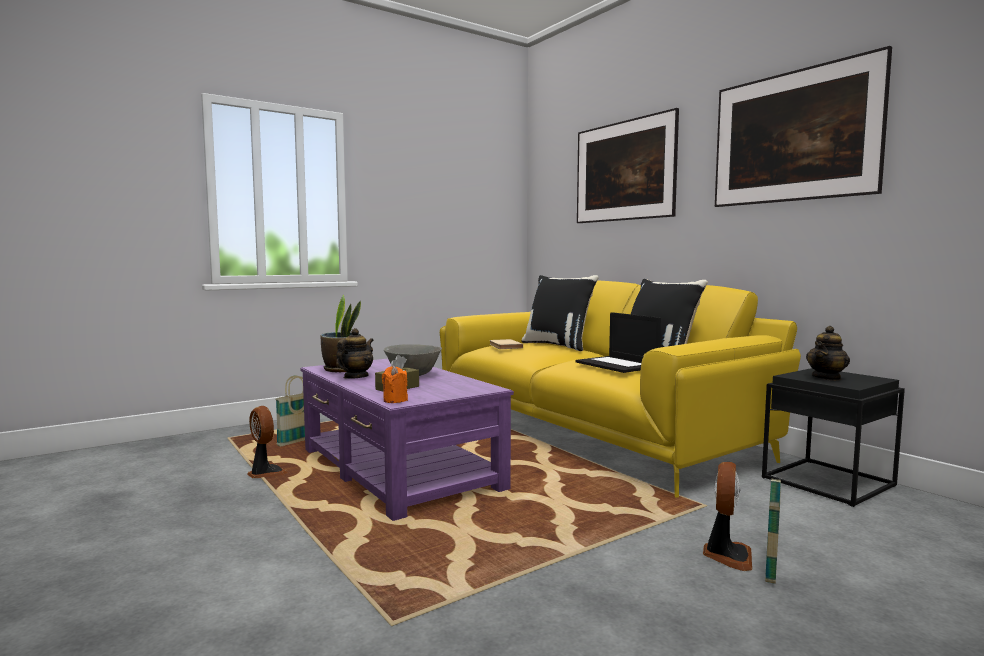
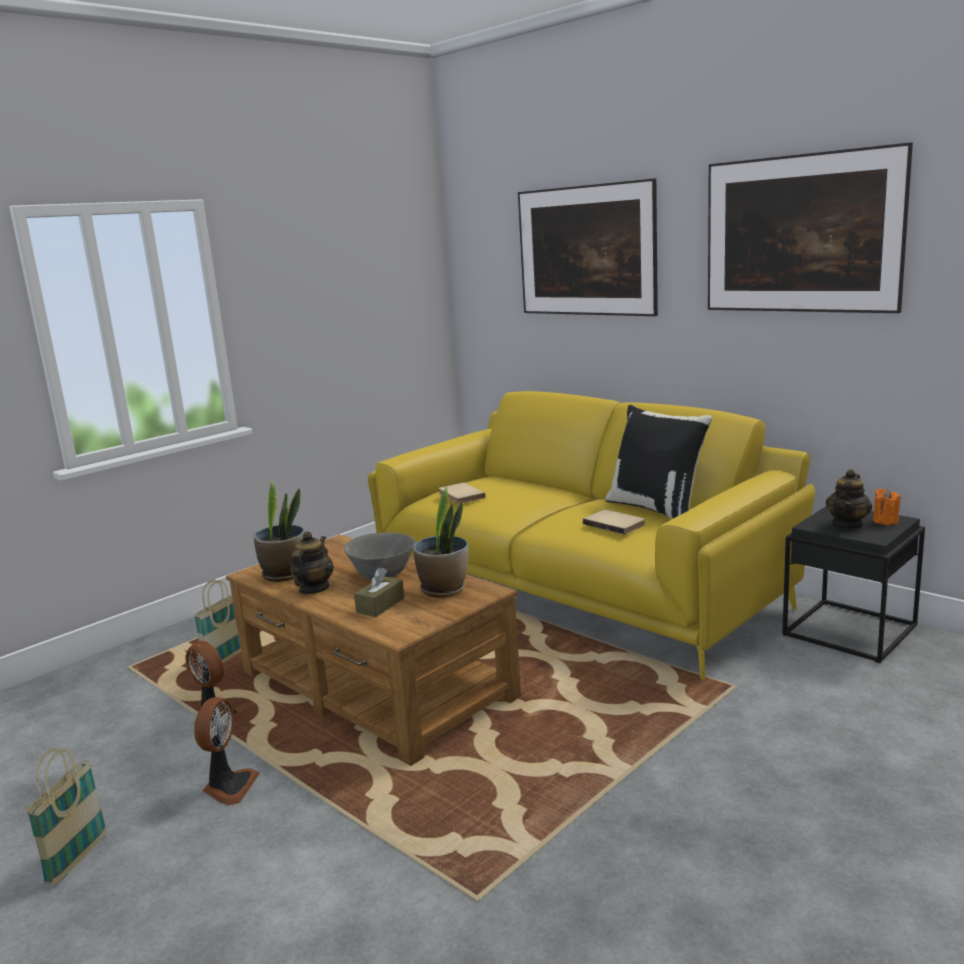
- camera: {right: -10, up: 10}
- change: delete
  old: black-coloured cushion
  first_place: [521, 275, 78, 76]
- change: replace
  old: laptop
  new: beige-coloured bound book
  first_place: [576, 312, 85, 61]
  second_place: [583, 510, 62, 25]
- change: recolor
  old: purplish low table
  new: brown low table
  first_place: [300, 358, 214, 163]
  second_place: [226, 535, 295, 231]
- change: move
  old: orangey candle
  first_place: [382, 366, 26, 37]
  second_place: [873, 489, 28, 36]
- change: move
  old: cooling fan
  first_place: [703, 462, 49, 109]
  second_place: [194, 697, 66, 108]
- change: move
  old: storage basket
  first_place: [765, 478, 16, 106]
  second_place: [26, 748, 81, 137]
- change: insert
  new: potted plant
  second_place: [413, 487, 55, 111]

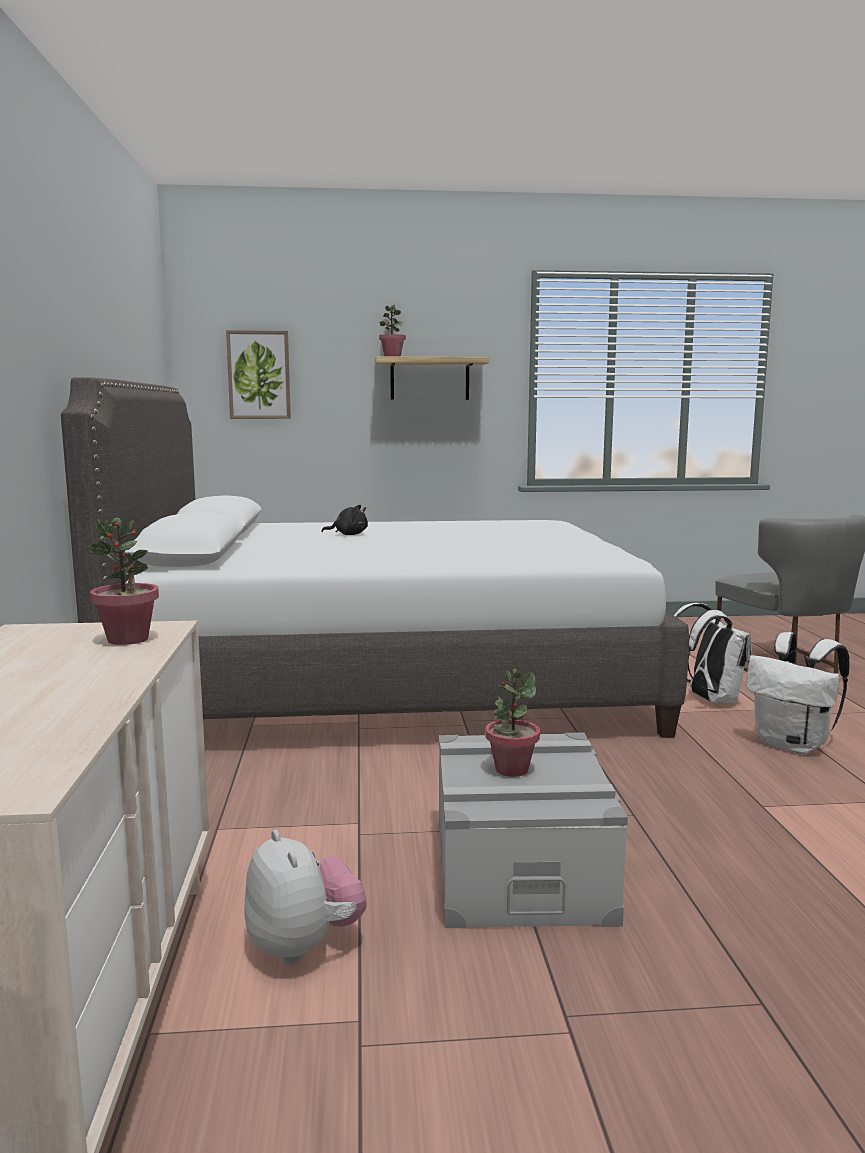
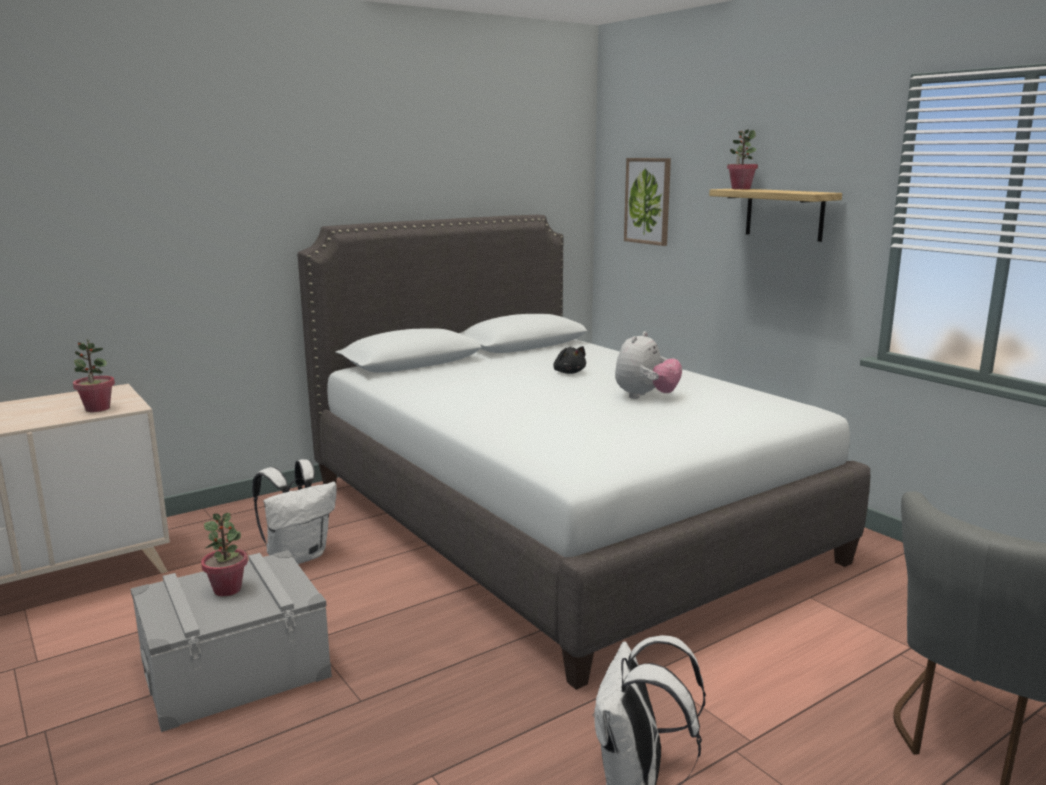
- camera: {right: 60, up: 5}
- change: move
  old: white-coloured rucksack
  first_place: [674, 603, 78, 101]
  second_place: [252, 459, 85, 105]
- change: move
  old: cuddly toy
  first_place: [244, 830, 123, 135]
  second_place: [615, 331, 67, 68]

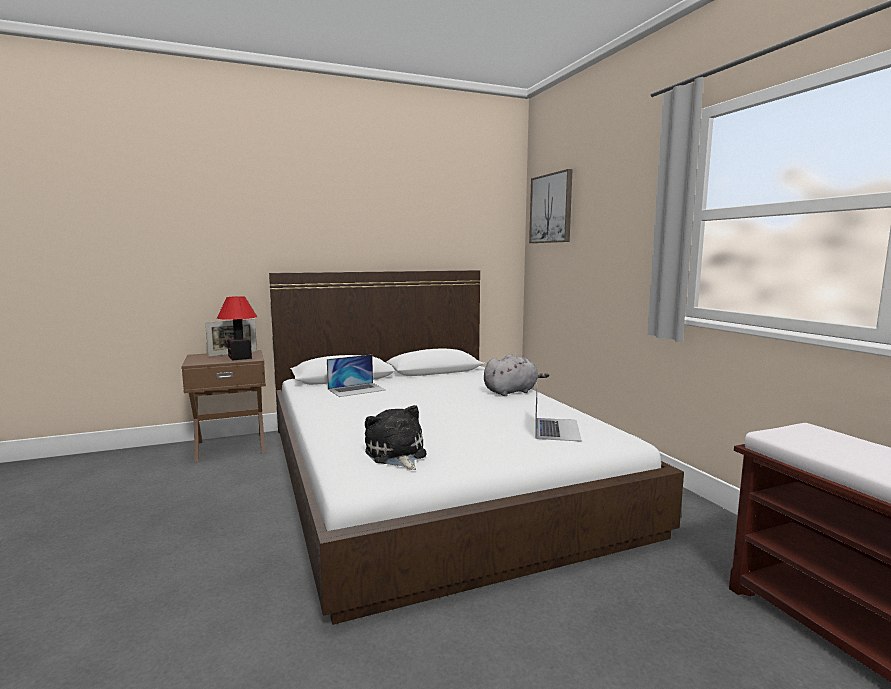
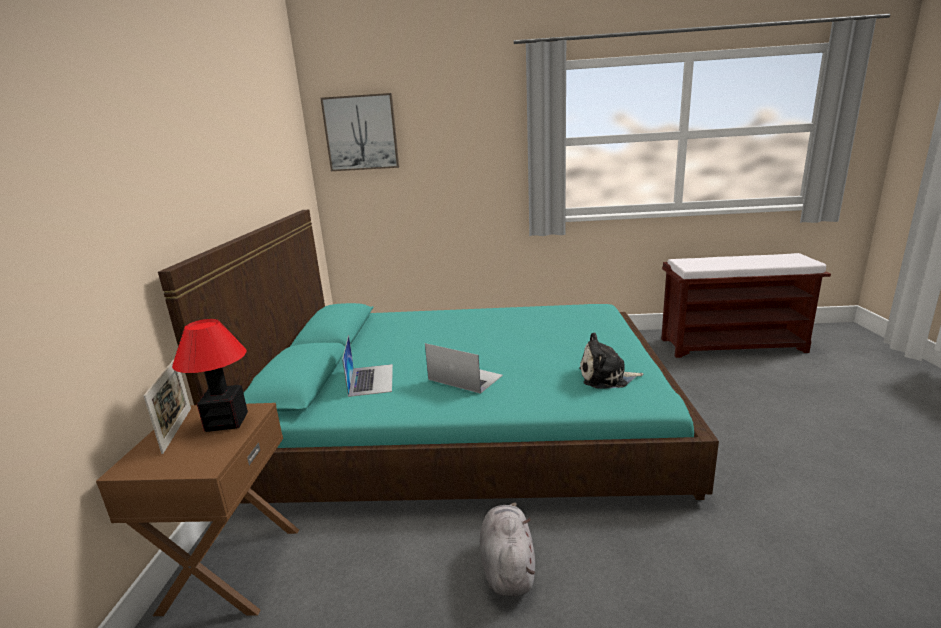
- camera: {right: -65, up: 10}
- change: recolor
  old: white-coloured bedroom bed
  new: turquoise bedroom bed
  first_place: [269, 270, 415, 355]
  second_place: [158, 210, 561, 294]
- change: move
  old: grey cuddly toy
  first_place: [484, 354, 65, 42]
  second_place: [480, 502, 55, 95]
- change: move
  old: laptop
  first_place: [535, 385, 47, 57]
  second_place: [425, 343, 78, 51]

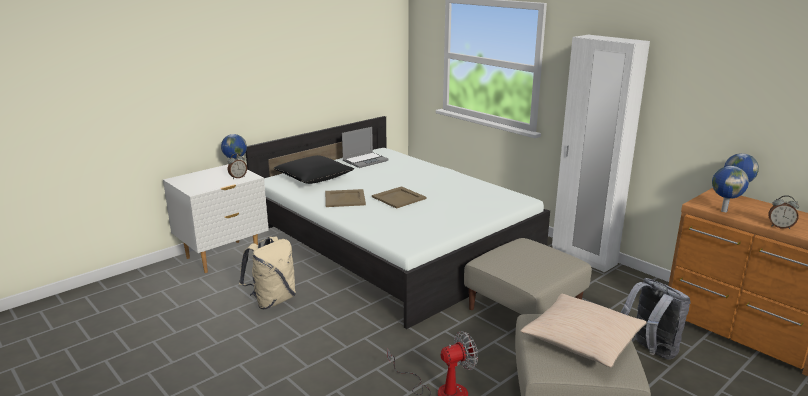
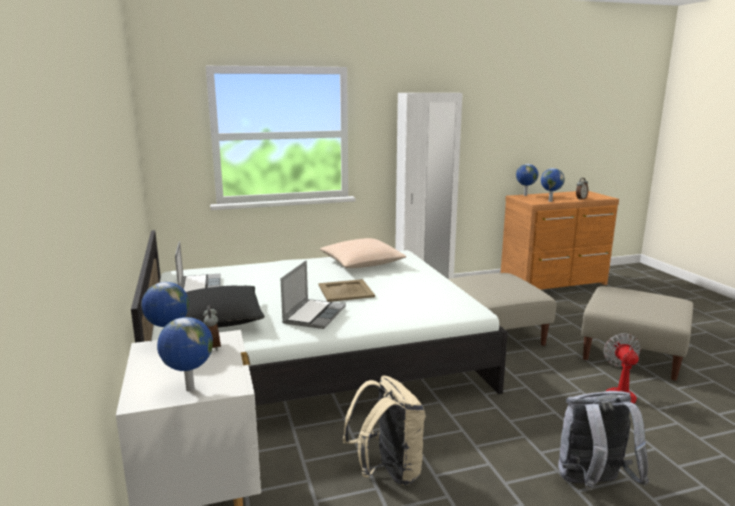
- camera: {right: -65, up: -5}
- change: replace
  old: beige-coloured carrying tray
  new: laptop
  first_place: [325, 189, 41, 18]
  second_place: [280, 260, 66, 69]
- change: move
  old: grey rucksack
  first_place: [621, 278, 70, 81]
  second_place: [558, 391, 91, 99]
- change: move
  old: beige-coloured cushion
  first_place: [520, 294, 127, 73]
  second_place: [320, 238, 87, 30]
- change: insert
  new: desk globe
  second_place: [157, 317, 56, 75]

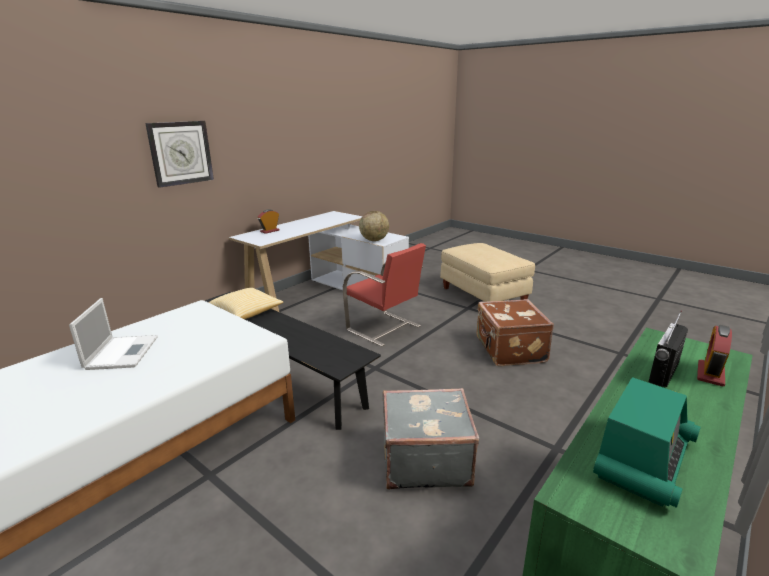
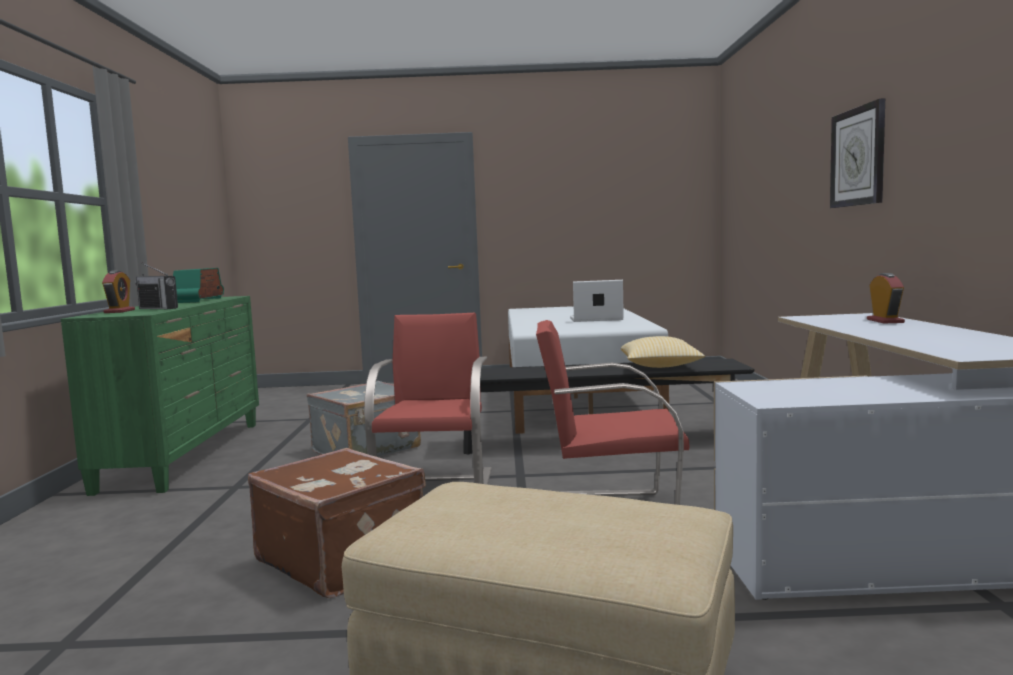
- camera: {right: 140, up: -15}
- change: delete
  old: desk globe
  first_place: [359, 211, 30, 30]
- change: rotate
  old: laptop
  first_place: [69, 298, 89, 72]
  second_place: [570, 280, 54, 42]
  degrees: 135
- change: rotate
  old: radio set
  first_place: [649, 310, 39, 77]
  second_place: [135, 263, 43, 46]
  degrees: 120
- change: insert
  new: red plain chair
  second_place: [364, 313, 128, 172]

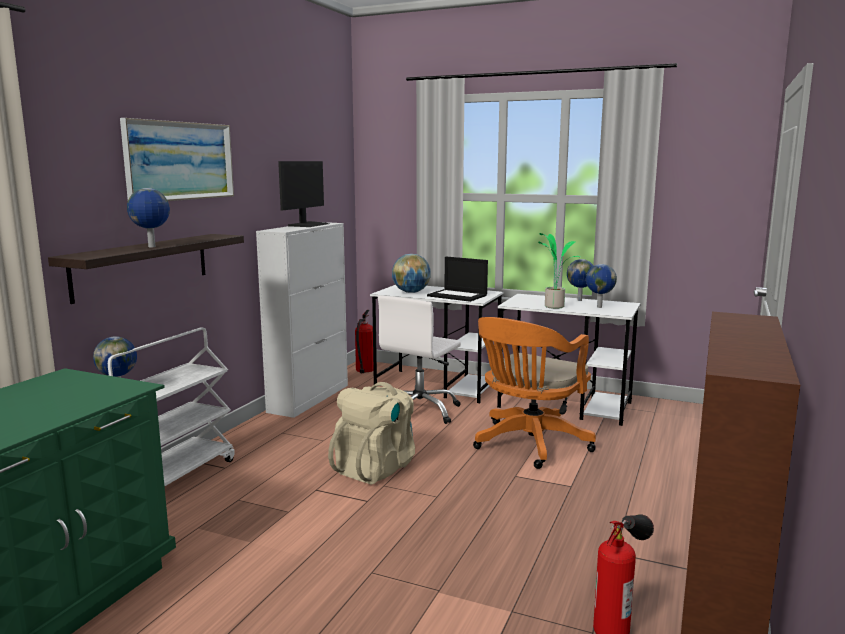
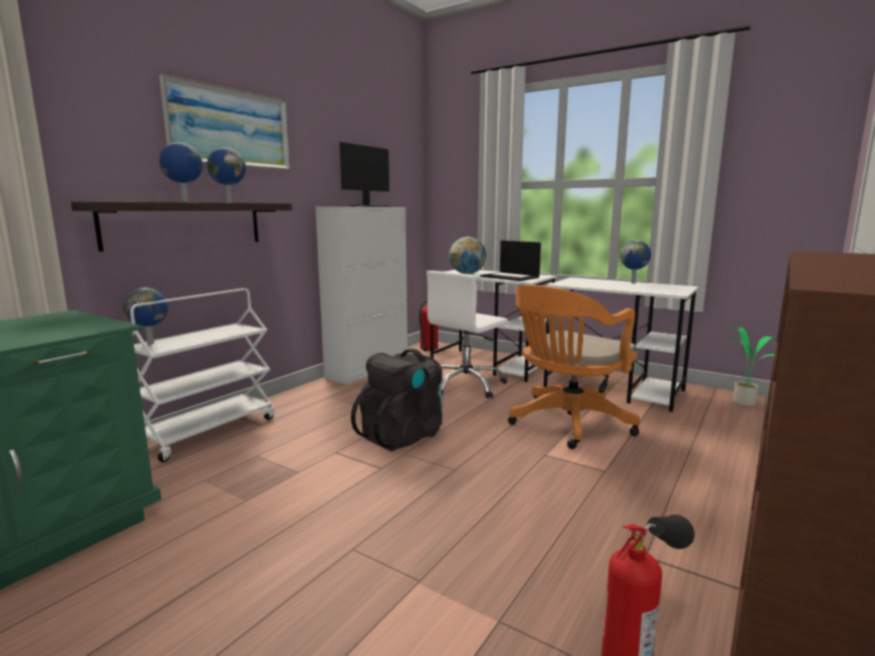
- camera: {right: 10, up: 0}
- change: move
  old: potted plant
  first_place: [538, 233, 42, 76]
  second_place: [730, 327, 45, 79]
- change: move
  old: desk globe
  first_place: [586, 264, 31, 44]
  second_place: [207, 147, 39, 56]
- change: recolor
  old: beige-coloured rucksack
  new: black-coloured rucksack
  first_place: [328, 382, 87, 102]
  second_place: [351, 348, 92, 103]

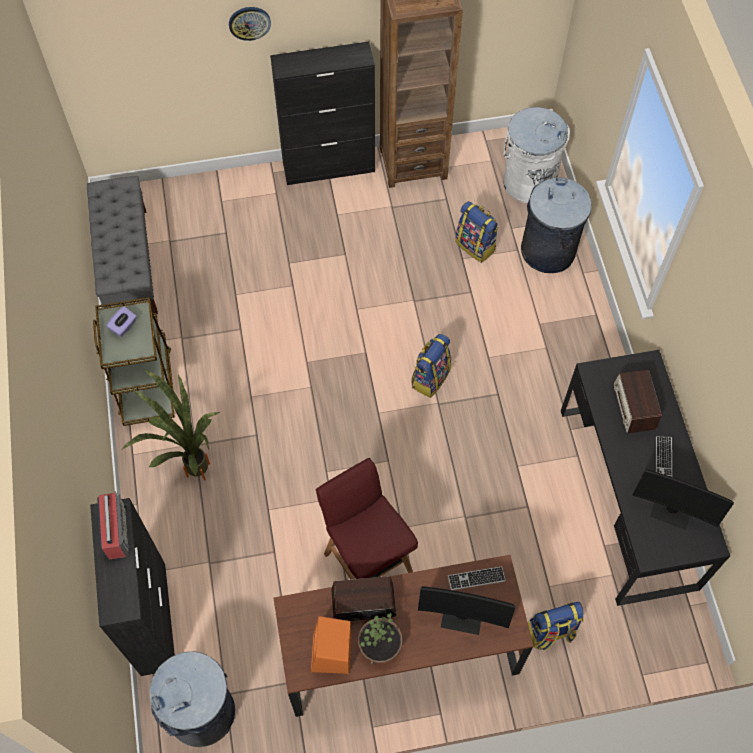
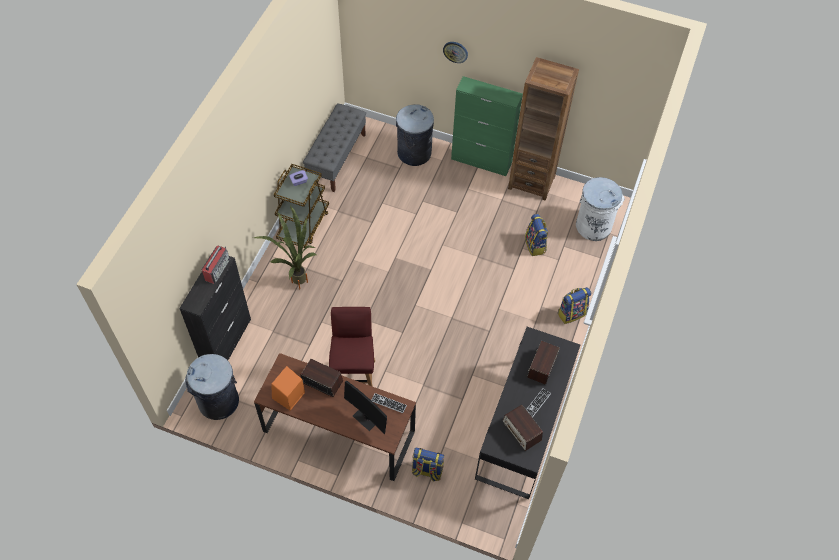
- camera: {right: 30, up: -5}
- change: recolor
  old: black-coloured cupboard
  new: green-coloured cupboard
  first_place: [270, 42, 105, 143]
  second_place: [451, 76, 72, 100]
- change: move
  old: grey rubbish bin
  first_place: [521, 177, 71, 96]
  second_place: [396, 104, 38, 62]
- change: move
  old: rucksack
  first_place: [411, 334, 40, 64]
  second_place: [558, 287, 33, 37]
- change: replace
  old: computer display
  new: radio set
  first_place: [632, 469, 102, 61]
  second_place: [503, 405, 40, 46]
- change: delete
  old: potted plant
  first_place: [358, 613, 44, 52]

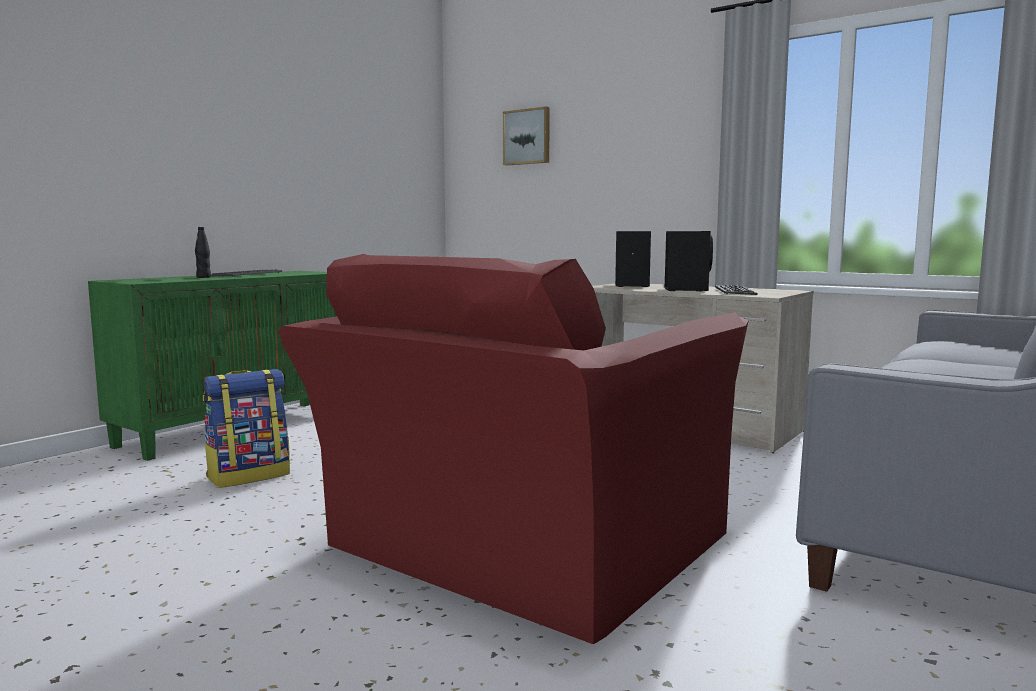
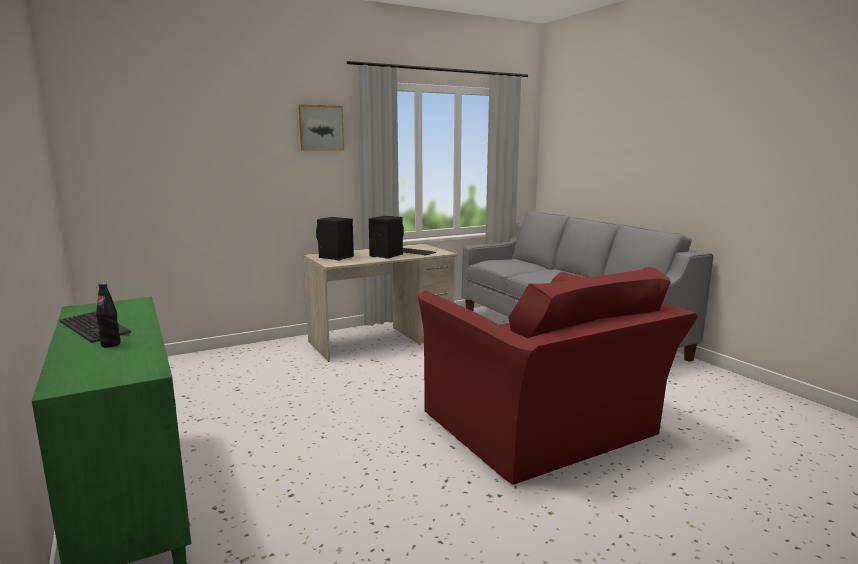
- camera: {right: -65, up: 5}
- change: move
  old: wall picture
  first_place: [503, 106, 47, 59]
  second_place: [299, 104, 45, 47]
- change: delete
  old: rucksack
  first_place: [203, 369, 87, 119]

